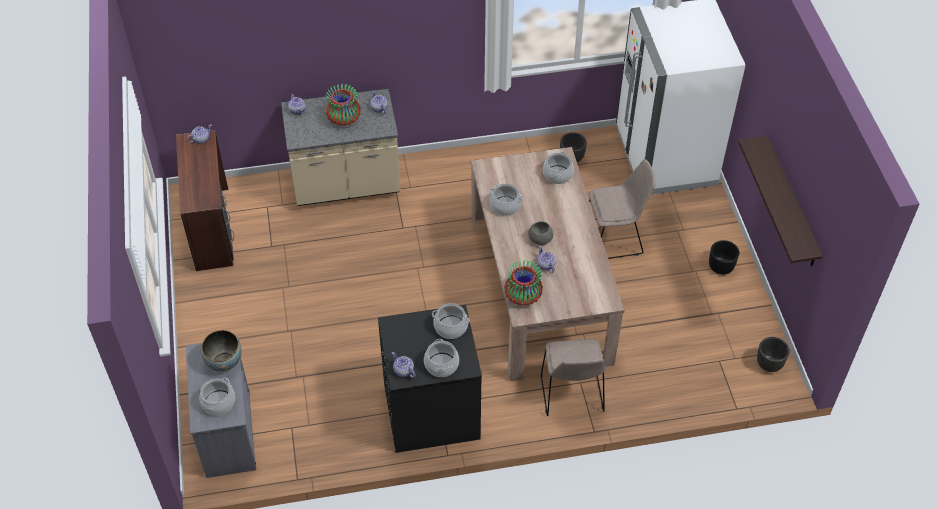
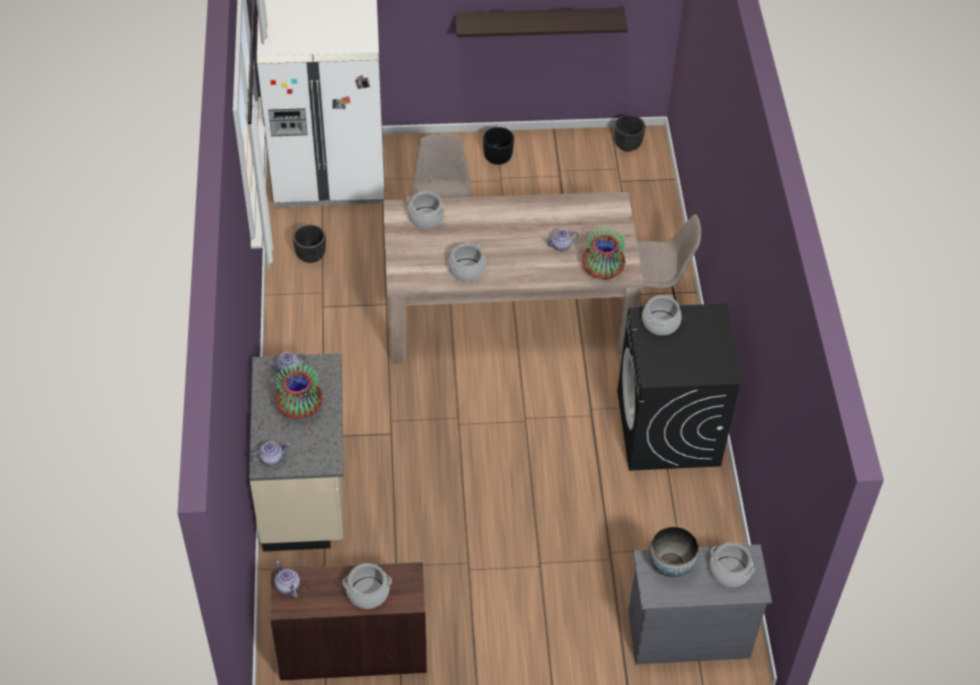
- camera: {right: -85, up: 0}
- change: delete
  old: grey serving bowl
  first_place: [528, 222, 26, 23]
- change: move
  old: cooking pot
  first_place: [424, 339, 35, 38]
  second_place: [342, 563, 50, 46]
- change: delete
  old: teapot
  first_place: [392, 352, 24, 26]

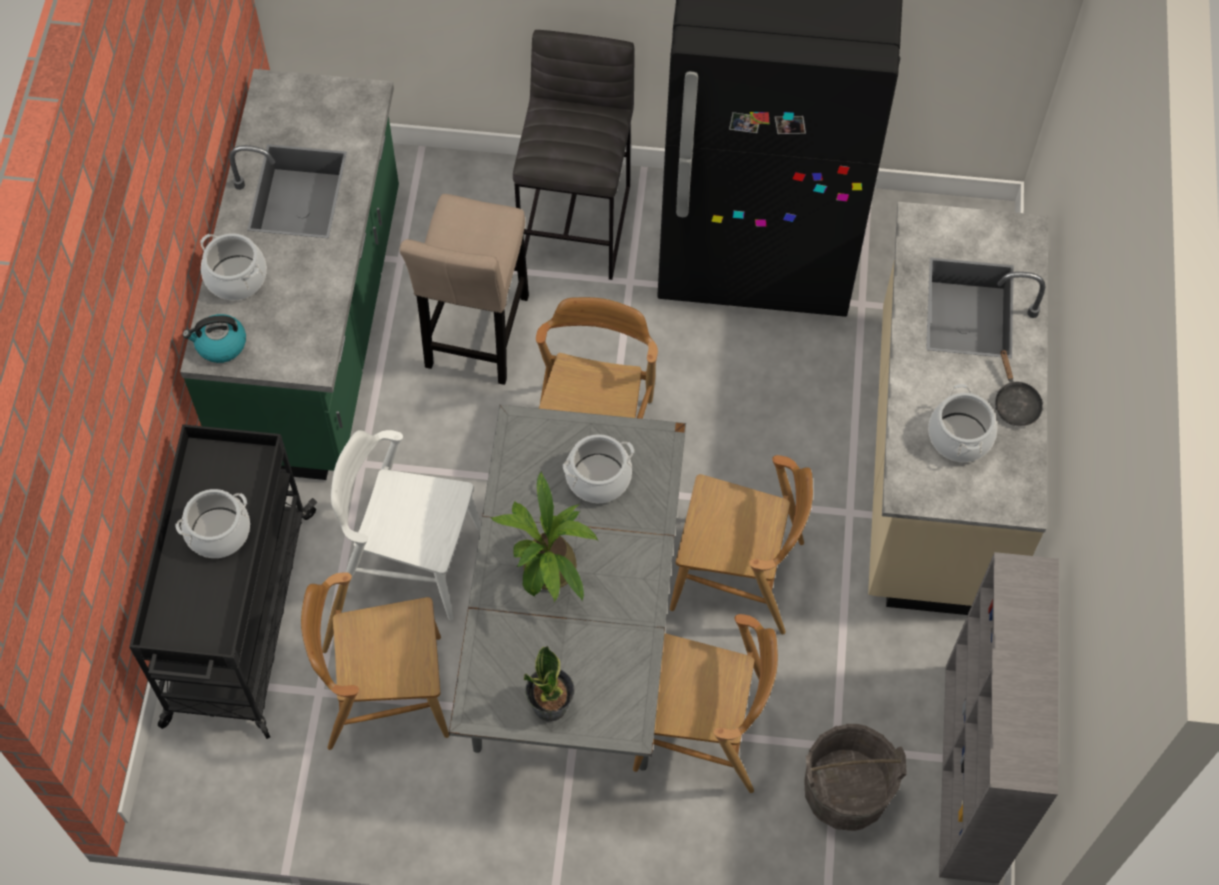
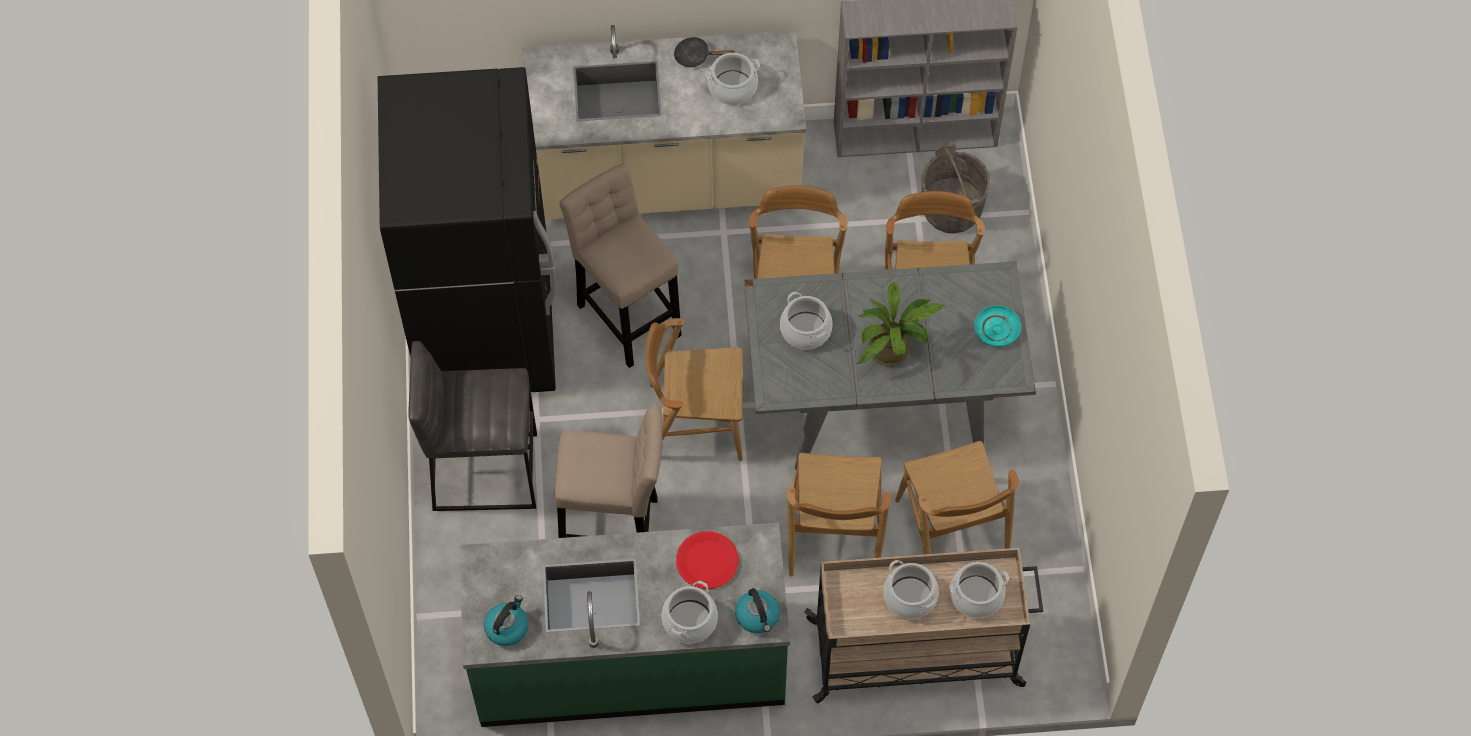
- camera: {right: -100, up: 0}
- change: rotate
  old: black-coloured frying pan
  first_place: [995, 350, 48, 77]
  second_place: [674, 37, 62, 31]
  degrees: -150
- change: recolor
  old: black-coloured trolley
  new: beige-coloured trolley
  first_place: [129, 424, 188, 315]
  second_place: [804, 548, 239, 156]
- change: recolor
  old: white-coloured plain chair
  new: brown plain chair
  first_place: [331, 430, 150, 190]
  second_place: [787, 453, 104, 124]
- change: replace
  old: potted plant
  new: turquoise plate
  first_place: [524, 646, 50, 75]
  second_place: [974, 305, 47, 42]
- change: insert
  new: beige-coloured sitting stool
  second_place: [559, 163, 123, 205]
- change: insert
  new: red plate
  second_place: [676, 531, 62, 58]
- change: insert
  new: cooking pot
  second_place: [950, 562, 59, 56]
- change: insert
  new: water kettle
  second_place: [484, 595, 44, 51]

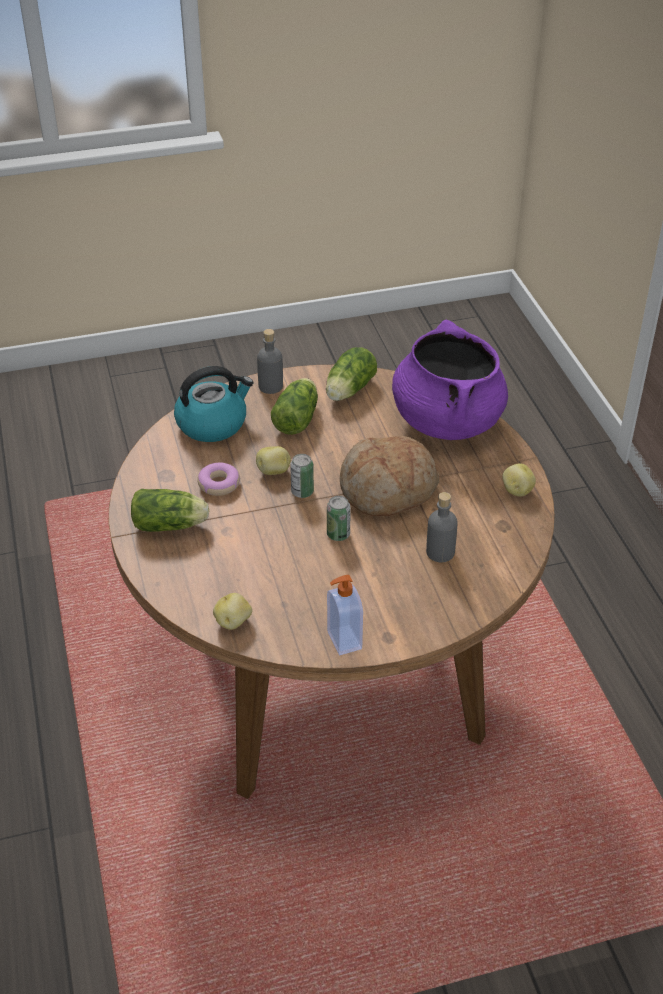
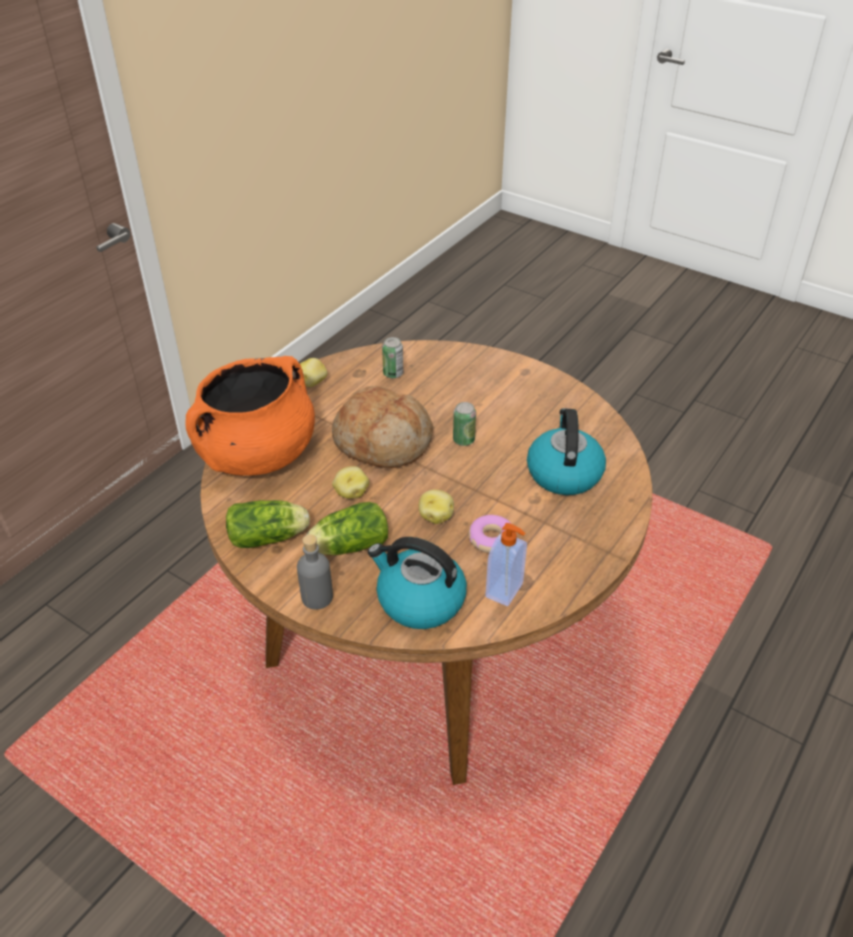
- camera: {right: -130, up: 0}
- change: recolor
  old: purplish cooking pot
  new: orangey cooking pot
  first_place: [392, 320, 116, 120]
  second_place: [186, 356, 129, 120]
- change: move
  old: sealed can
  first_place: [290, 454, 24, 44]
  second_place: [382, 337, 21, 41]
- change: delete
  old: lettuce head
  first_place: [131, 489, 78, 43]
- change: delete
  old: grey bottle
  first_place: [426, 492, 32, 70]
- change: move
  old: liquid soap bottle
  first_place: [327, 575, 36, 80]
  second_place: [485, 523, 42, 83]
- change: move
  old: spud
  first_place: [213, 593, 39, 37]
  second_place: [332, 466, 37, 33]
- change: insert
  new: water kettle
  second_place: [527, 408, 79, 87]

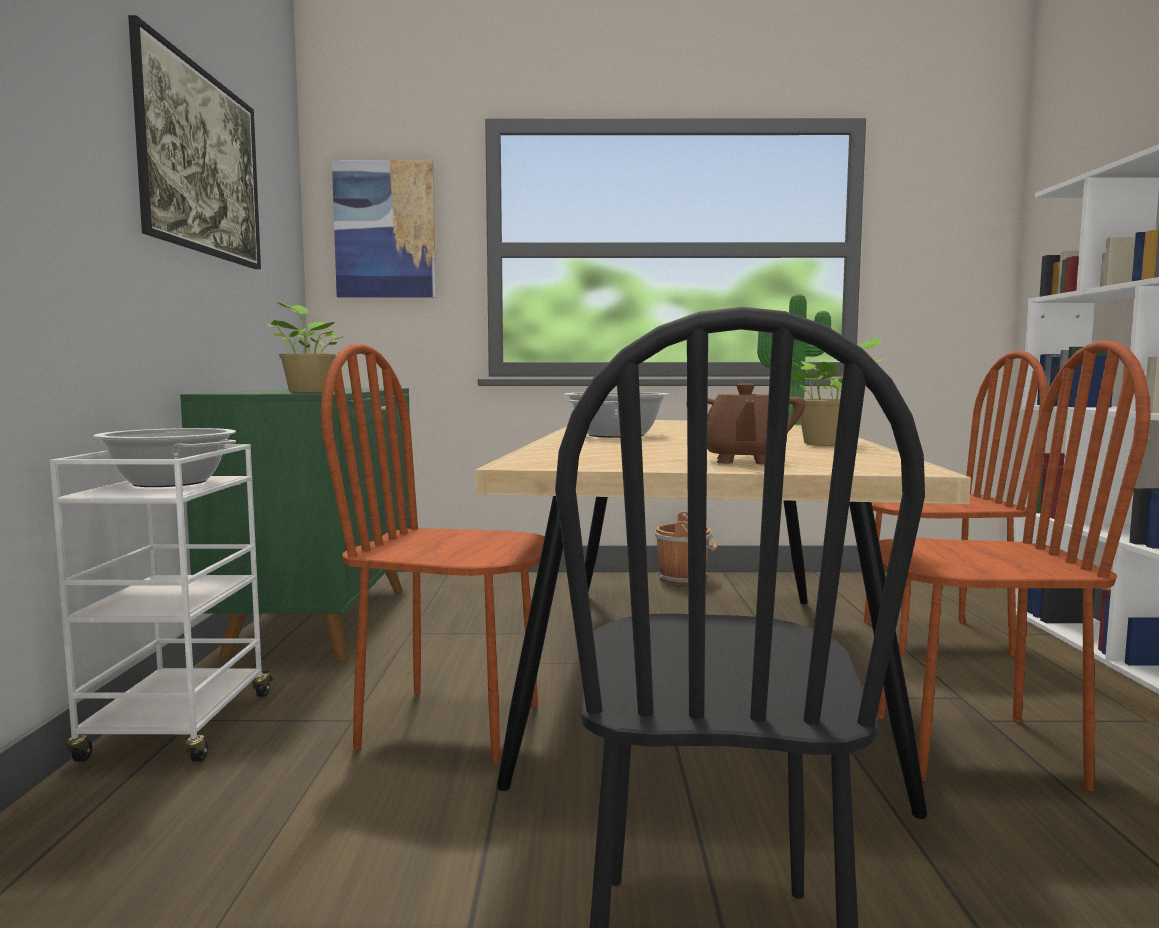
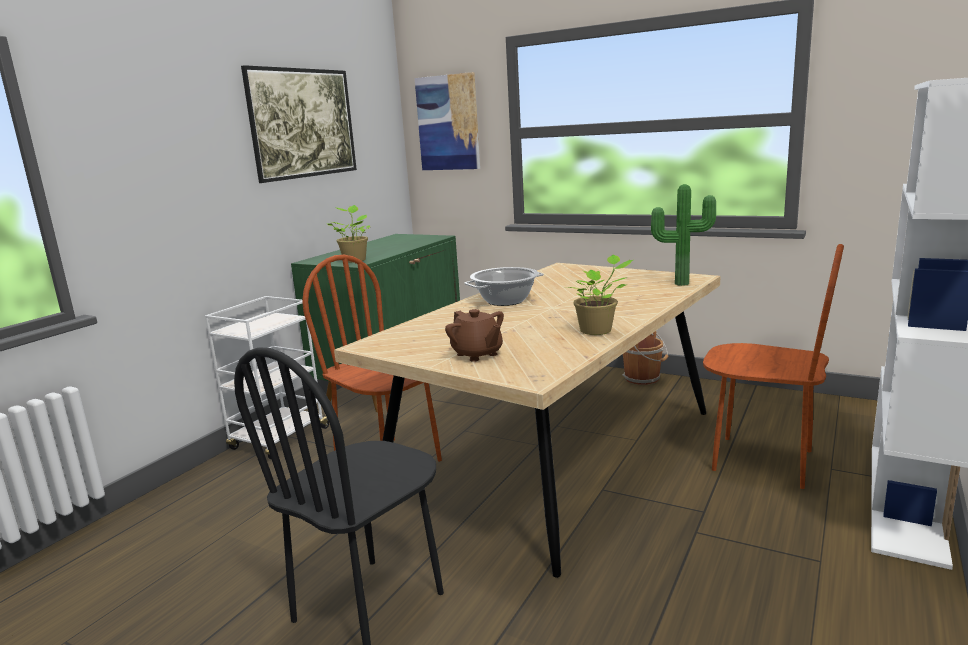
- camera: {right: 30, up: 10}
- change: delete
  old: brown plain chair
  first_place: [876, 340, 274, 451]
- change: rotate
  old: brown teapot
  first_place: [686, 383, 119, 81]
  second_place: [445, 309, 59, 53]
  degrees: -75
- change: delete
  old: cooking pot
  first_place: [93, 428, 143, 59]

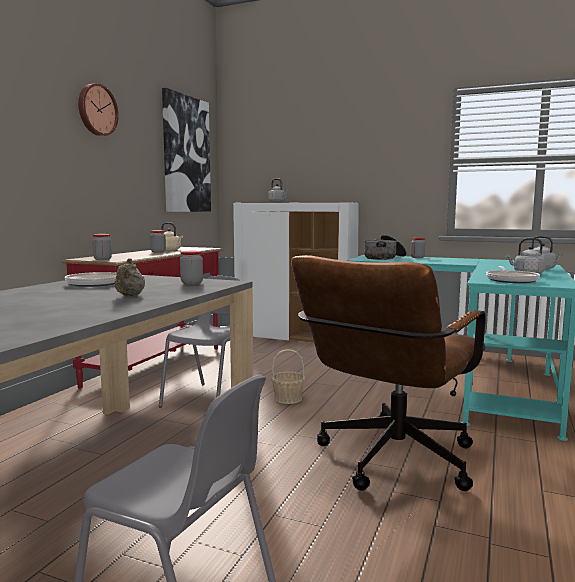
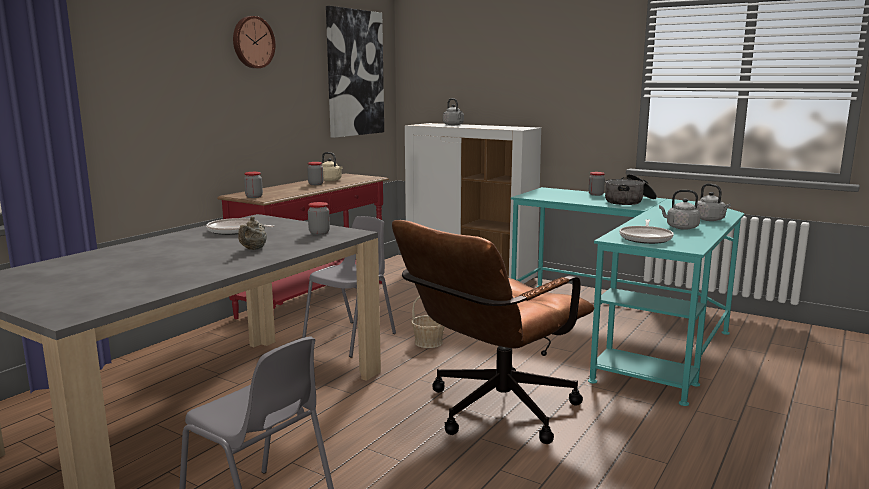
- camera: {right: 10, up: 5}
- change: move
  old: cooking pot
  first_place: [364, 235, 43, 25]
  second_place: [605, 174, 52, 31]

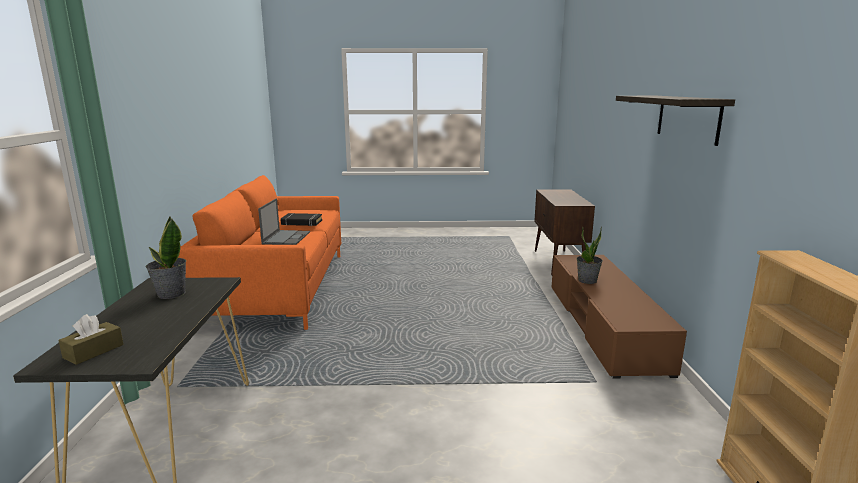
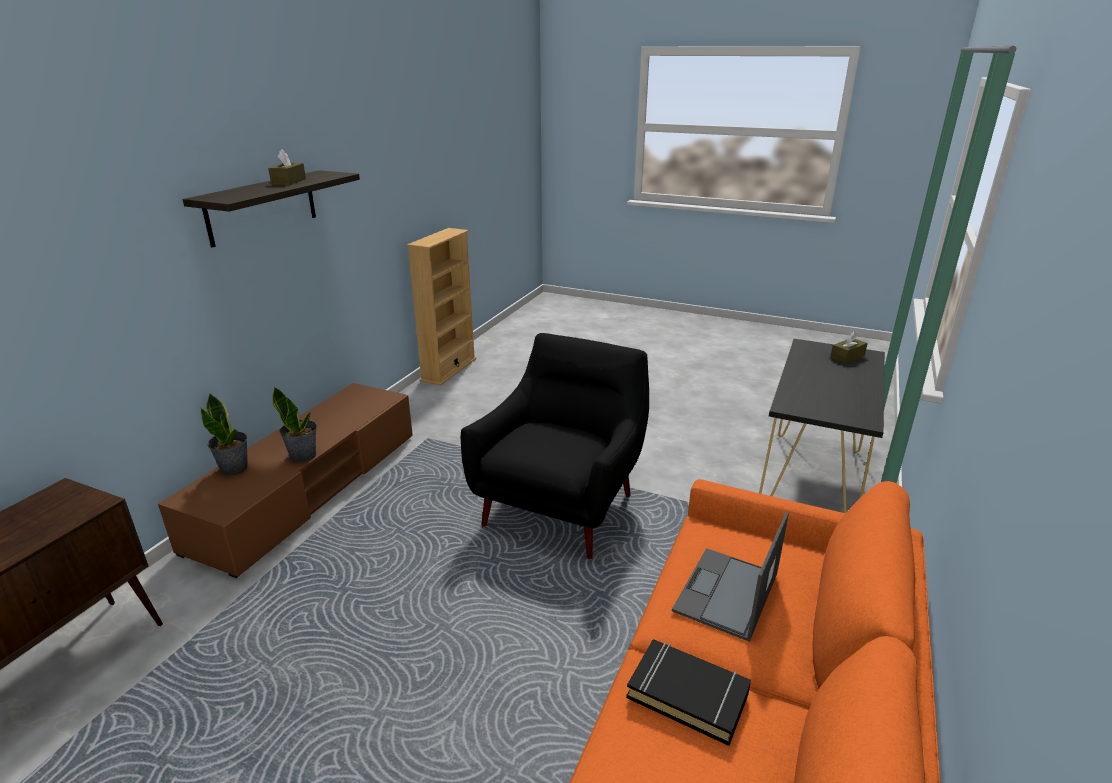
- camera: {right: -155, up: 10}
- change: move
  old: potted plant
  first_place: [146, 216, 40, 83]
  second_place: [201, 394, 47, 81]
- change: insert
  new: brown box of tissues
  second_place: [268, 149, 38, 36]
- change: insert
  new: black-coloured easy chair
  second_place: [461, 333, 188, 226]

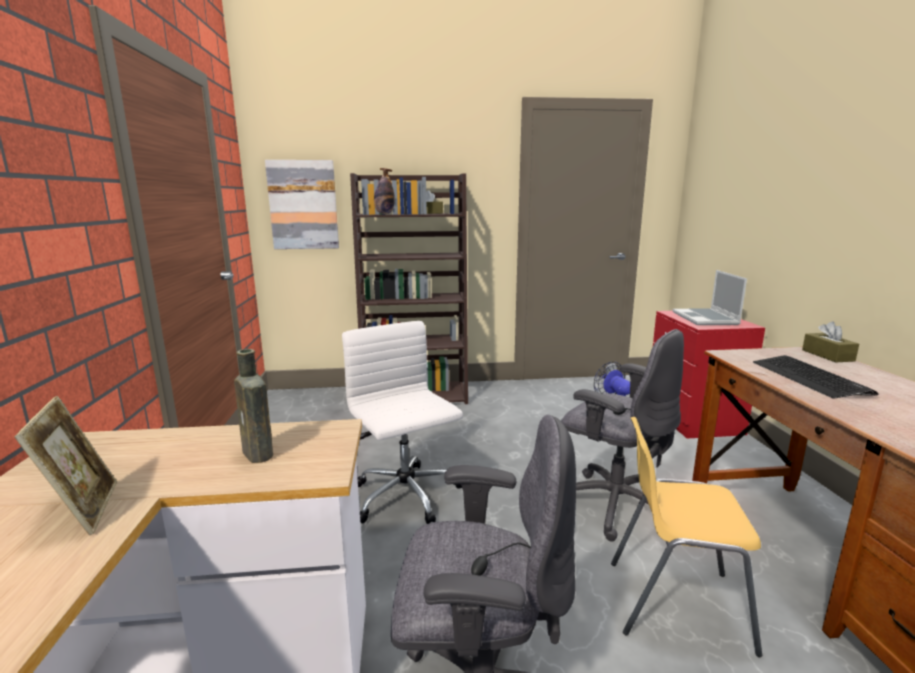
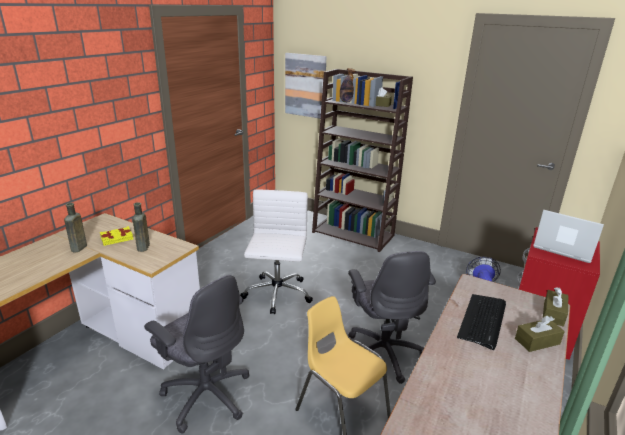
- camera: {right: 35, up: 10}
- change: rotate
  old: laptop
  first_place: [672, 270, 75, 55]
  second_place: [533, 210, 71, 53]
  degrees: 90
- change: replace
  old: photo frame
  new: brown bottle
  first_place: [15, 396, 102, 139]
  second_place: [64, 203, 23, 49]
- change: insert
  new: yellow bound book
  second_place: [100, 226, 33, 20]
- change: insert
  new: brown box of tissues
  second_place: [515, 316, 50, 36]

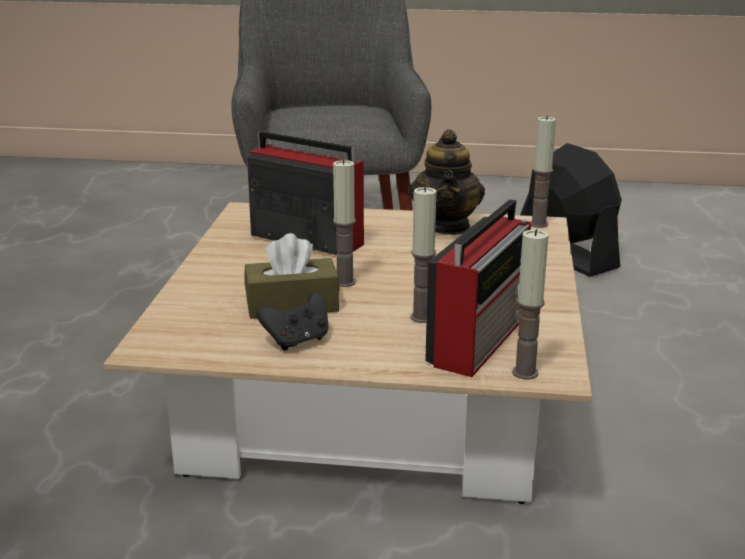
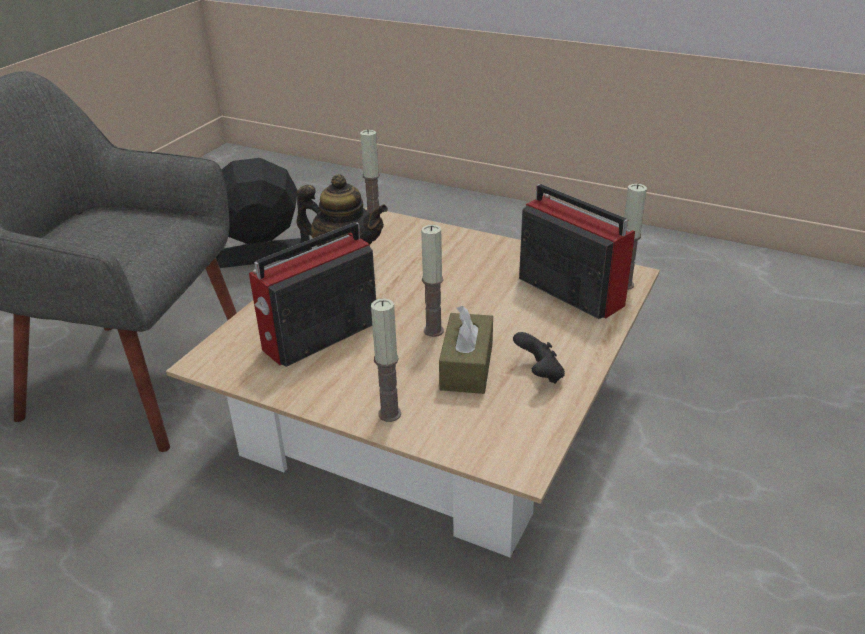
- camera: {right: -70, up: 10}
- change: move
  old: candle
  first_place: [410, 187, 26, 136]
  second_place: [371, 298, 30, 124]

